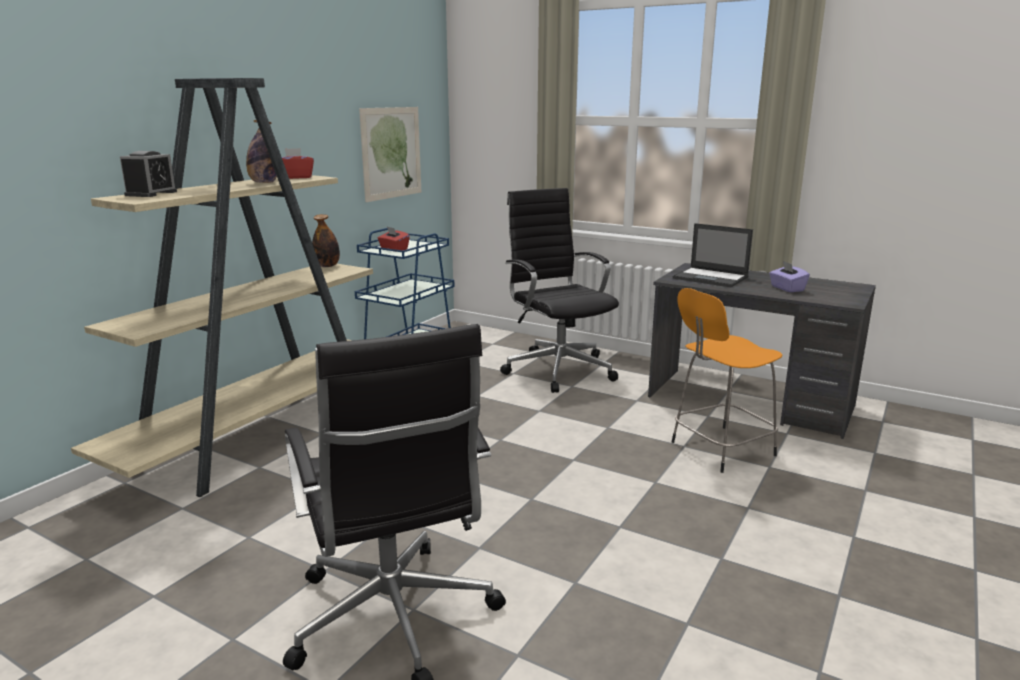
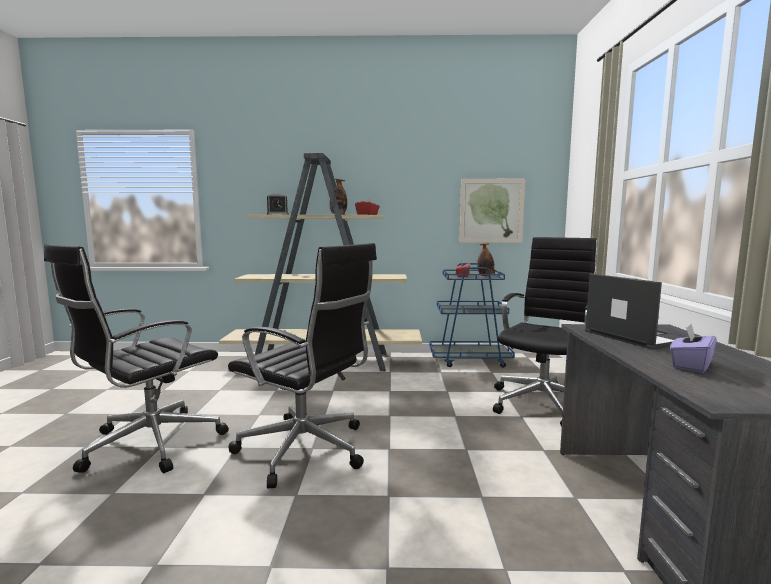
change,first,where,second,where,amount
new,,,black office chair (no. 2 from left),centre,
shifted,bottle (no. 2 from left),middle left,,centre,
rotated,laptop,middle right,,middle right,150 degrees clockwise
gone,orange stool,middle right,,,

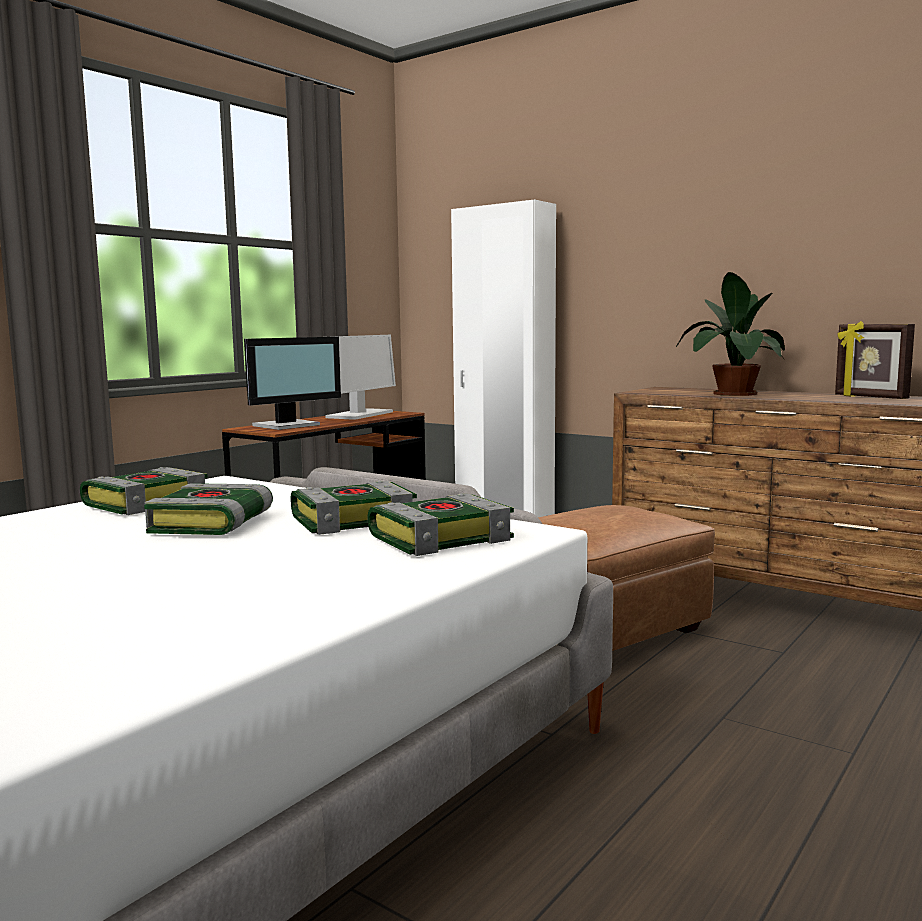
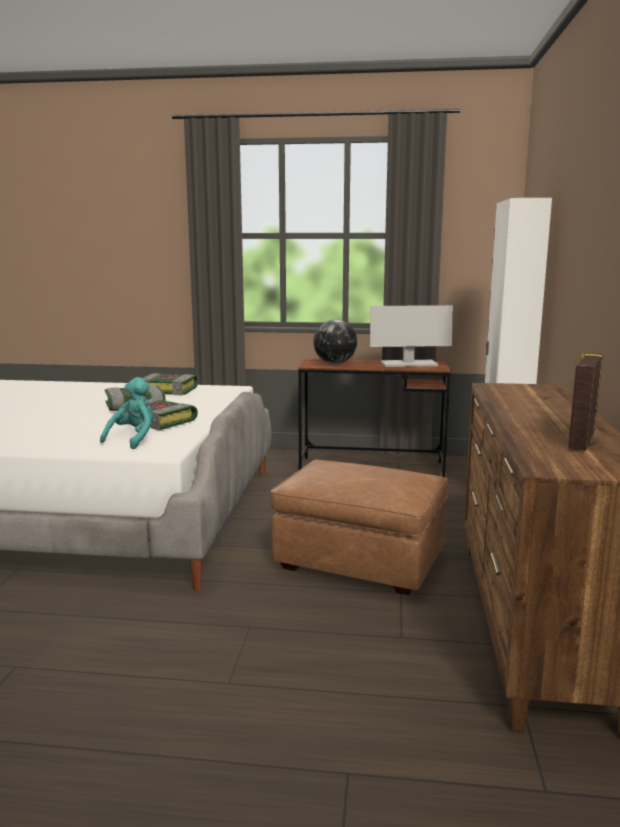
change,first,where,second,where,amount
swapped,book (no. 4 from left),centre,turquoise plush toy,middle left,
swapped,monitor (no. 1 from left),middle left,globe,centre,
gone,potted plant,middle right,,,

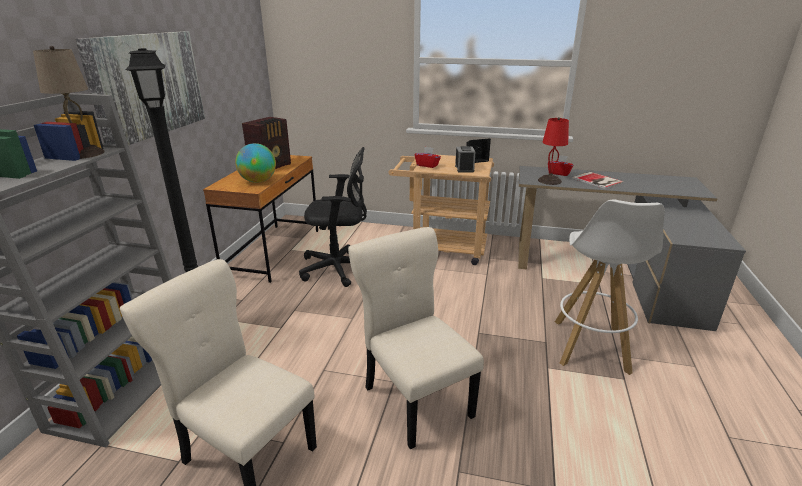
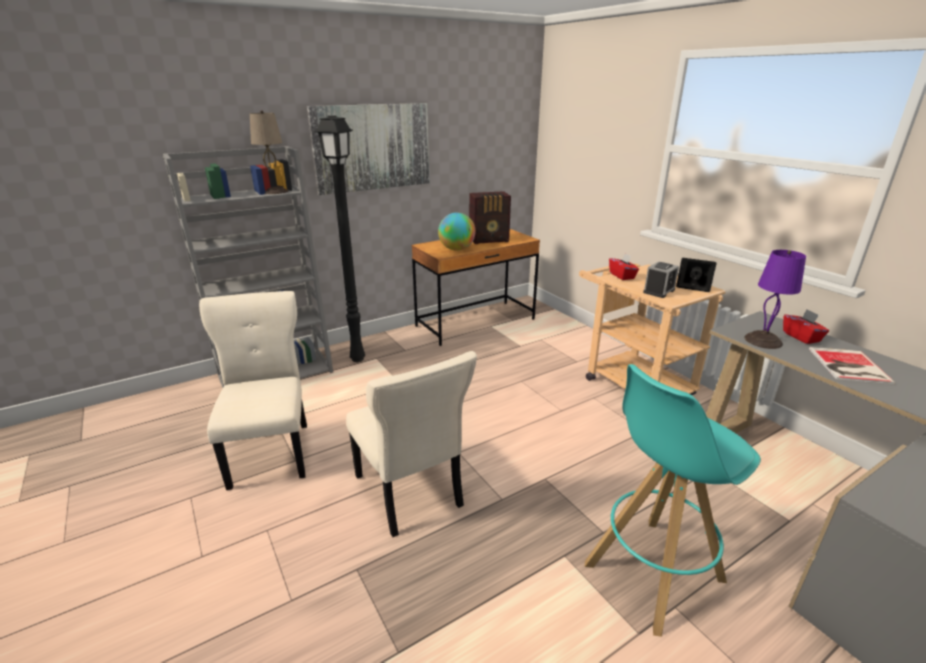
change,first,where,second,where,amount
rotated,beige chair (no. 2 from left),bottom centre,,bottom centre,135 degrees clockwise
repainted,white stool,middle right,turquoise stool,bottom right,
repainted,red table lamp,top right,purple table lamp,middle right,
gone,black office chair,centre,,,

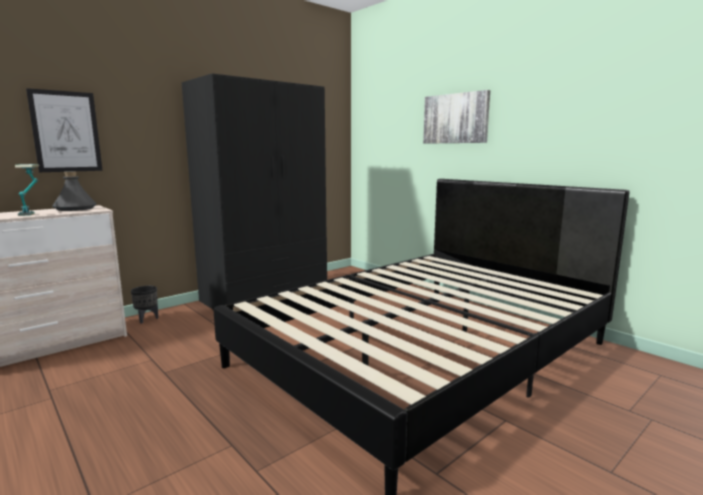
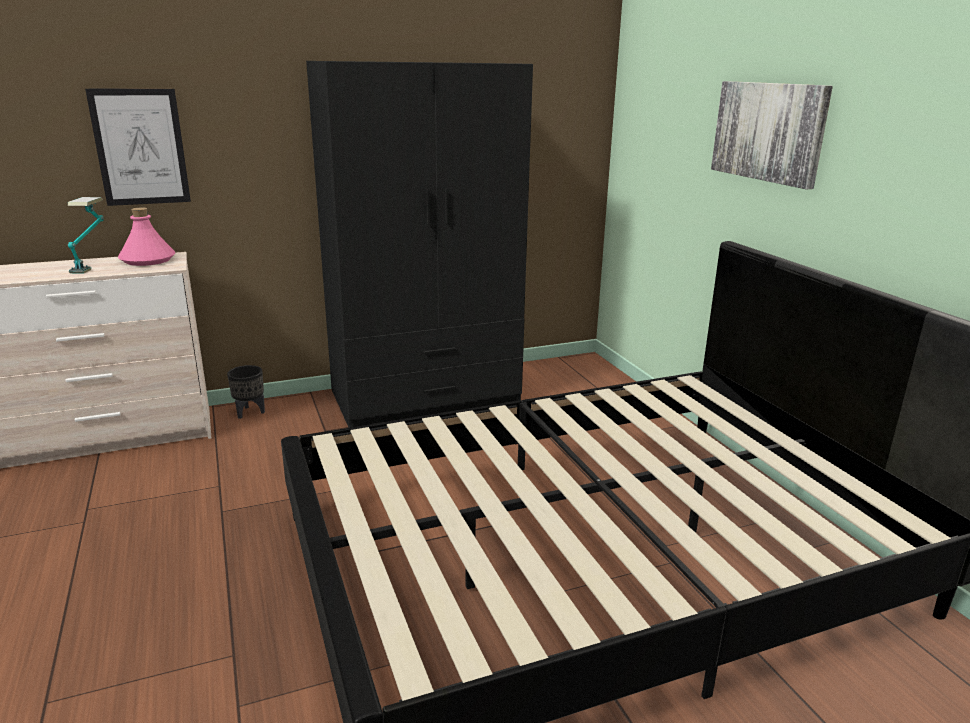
change,first,where,second,where,amount
repainted,grey bottle,middle left,pink bottle,top left,

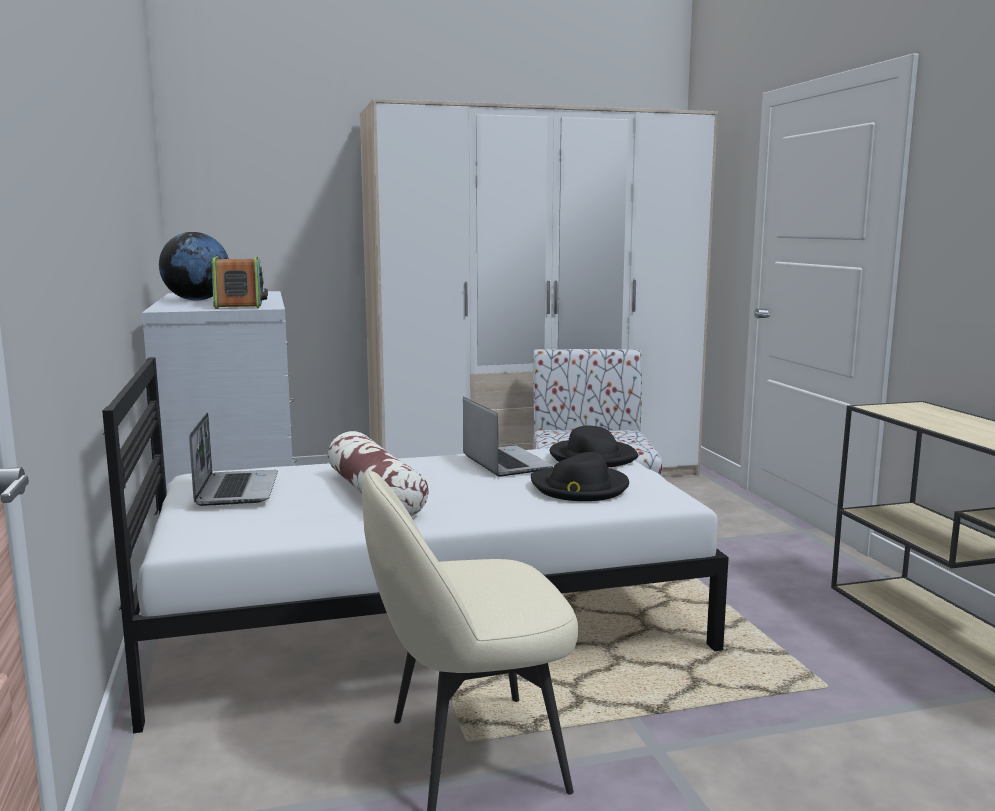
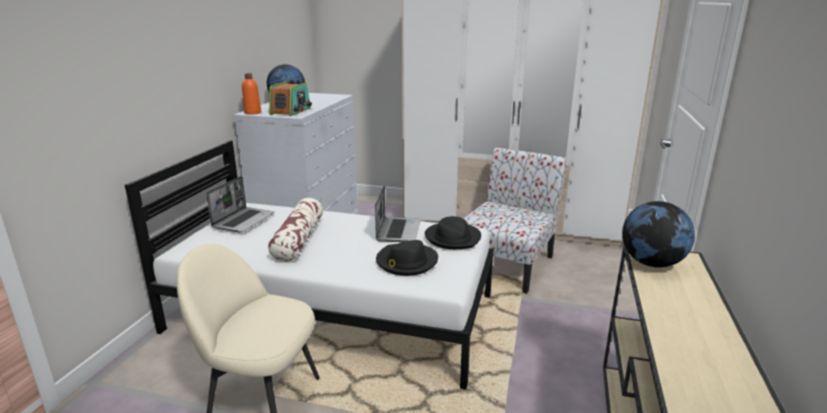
change,first,where,second,where,amount
new,,,orange bottle,top left,
new,,,globe (no. 2 from left),middle right,

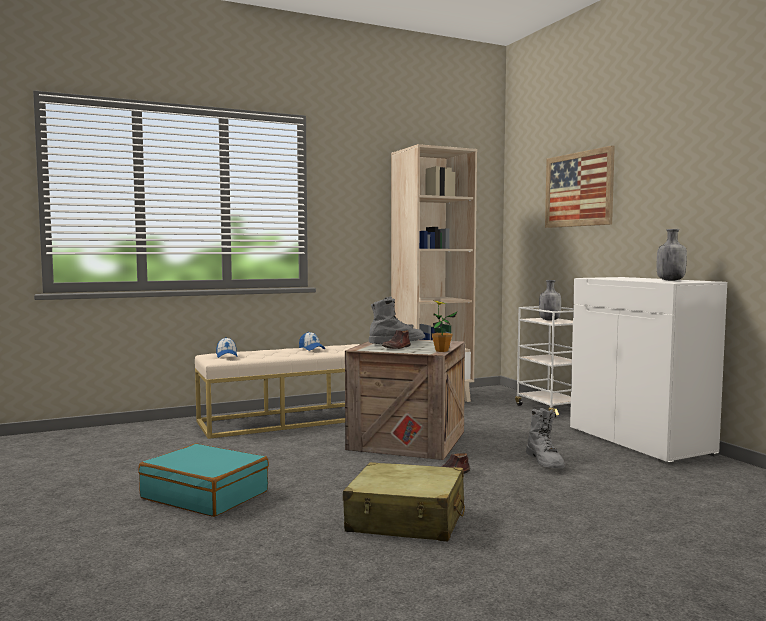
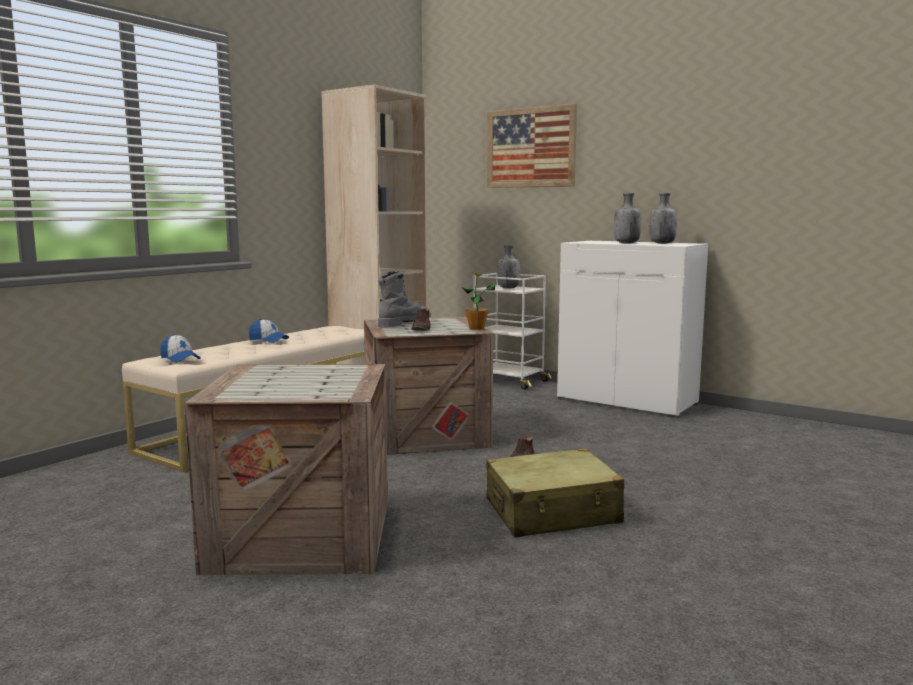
change,first,where,second,where,amount
swapped,turquoise suitcase,bottom left,crate (no. 1 from left),bottom left,
new,,,grey bottle (no. 2 from left),top right,
gone,grey boot (no. 2 from left),bottom right,,,

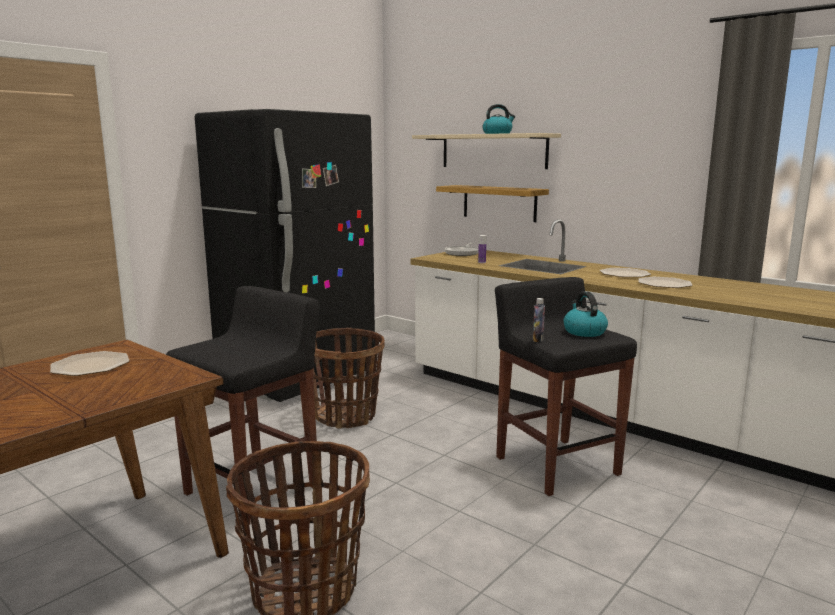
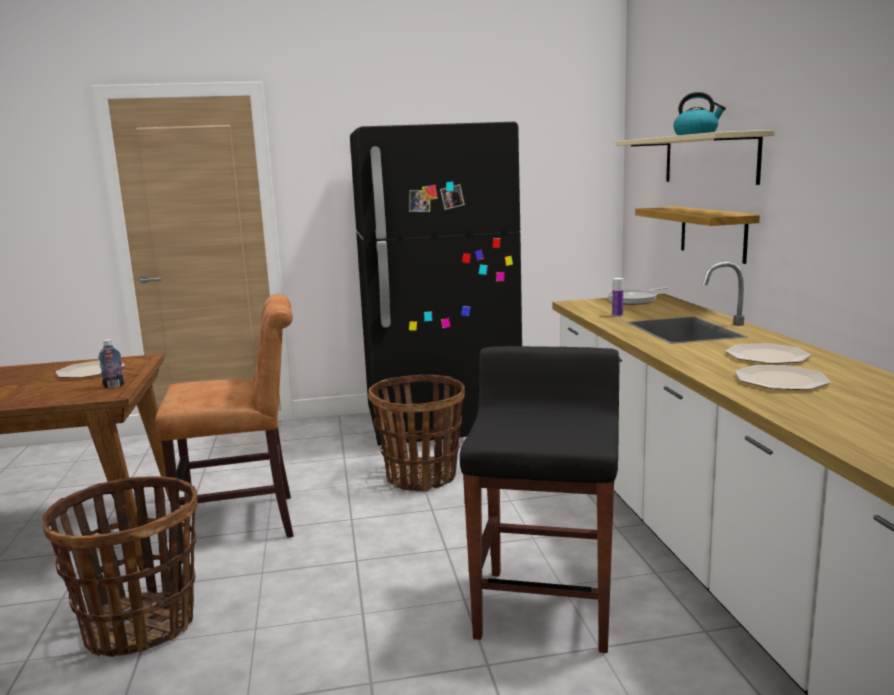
change,first,where,second,where,amount
shifted,bottle (no. 2 from left in the first image),centre,bottle (no. 1 from left),middle left,
swapped,black stool (no. 1 from left),middle left,brown chair,middle left,
gone,kettle (no. 2 from left),middle right,,,

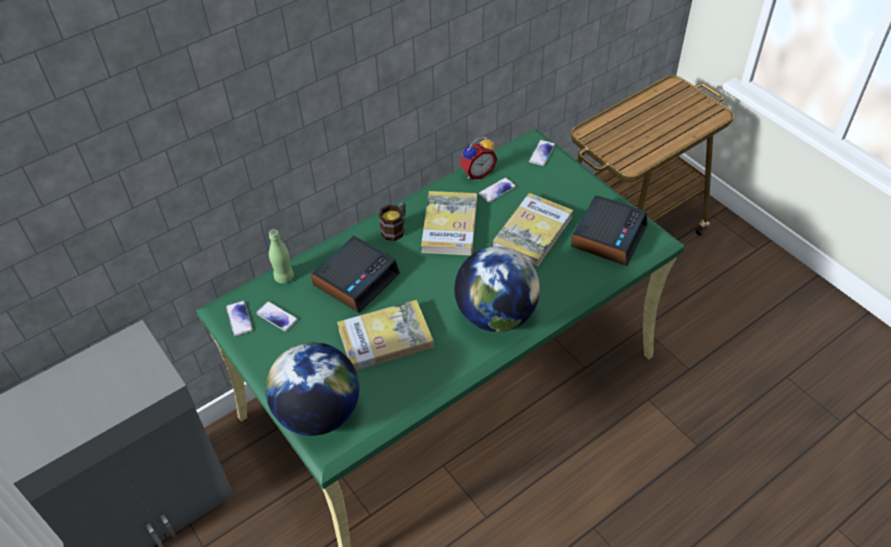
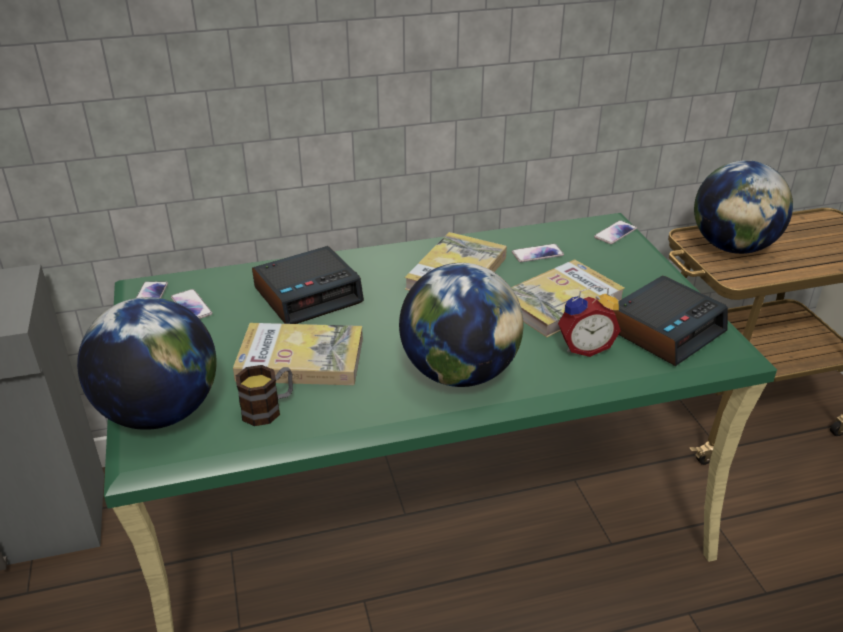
change,first,where,second,where,amount
shifted,mug,centre,,middle left,
shifted,alarm clock (no. 2 from left),top centre,,middle right,
new,,,globe (no. 3 from left),top right,
gone,green bottle,middle left,,,

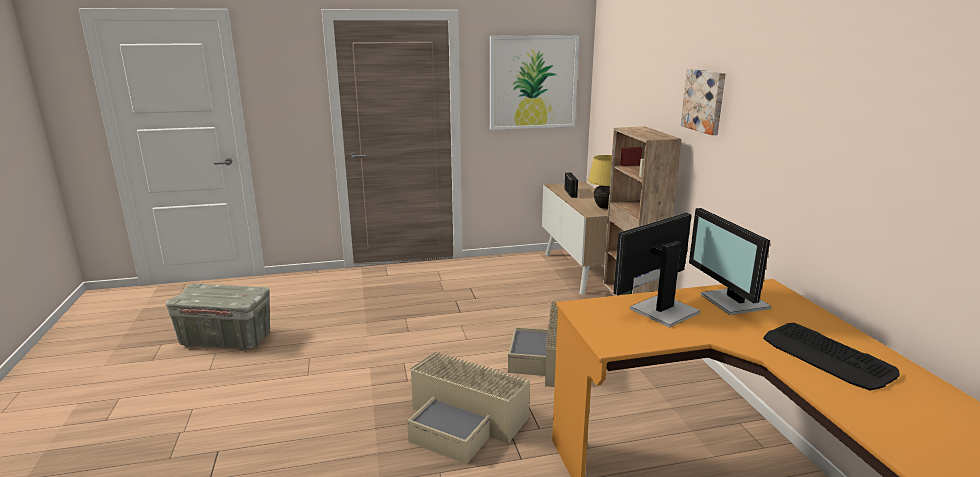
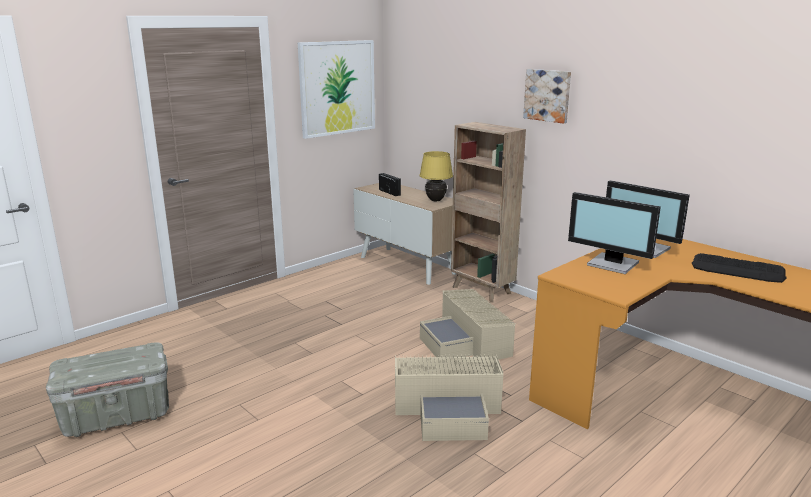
change,first,where,second,where,amount
rotated,monitor (no. 1 from left),middle right,,middle right,75 degrees counterclockwise

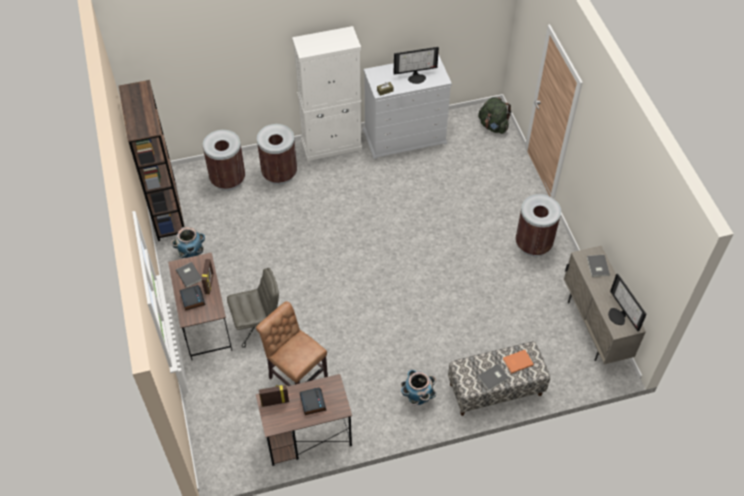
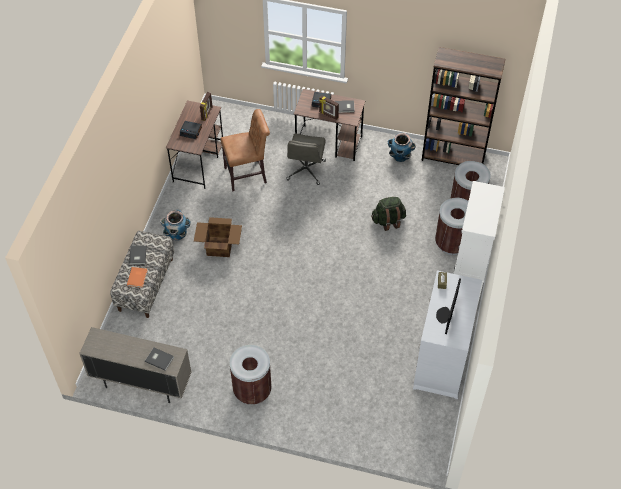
change,first,where,second,where,amount
new,,,cardboard box,centre,
shifted,green backpack,top centre,,centre,
gone,monitor (no. 2 from left),middle right,,,

